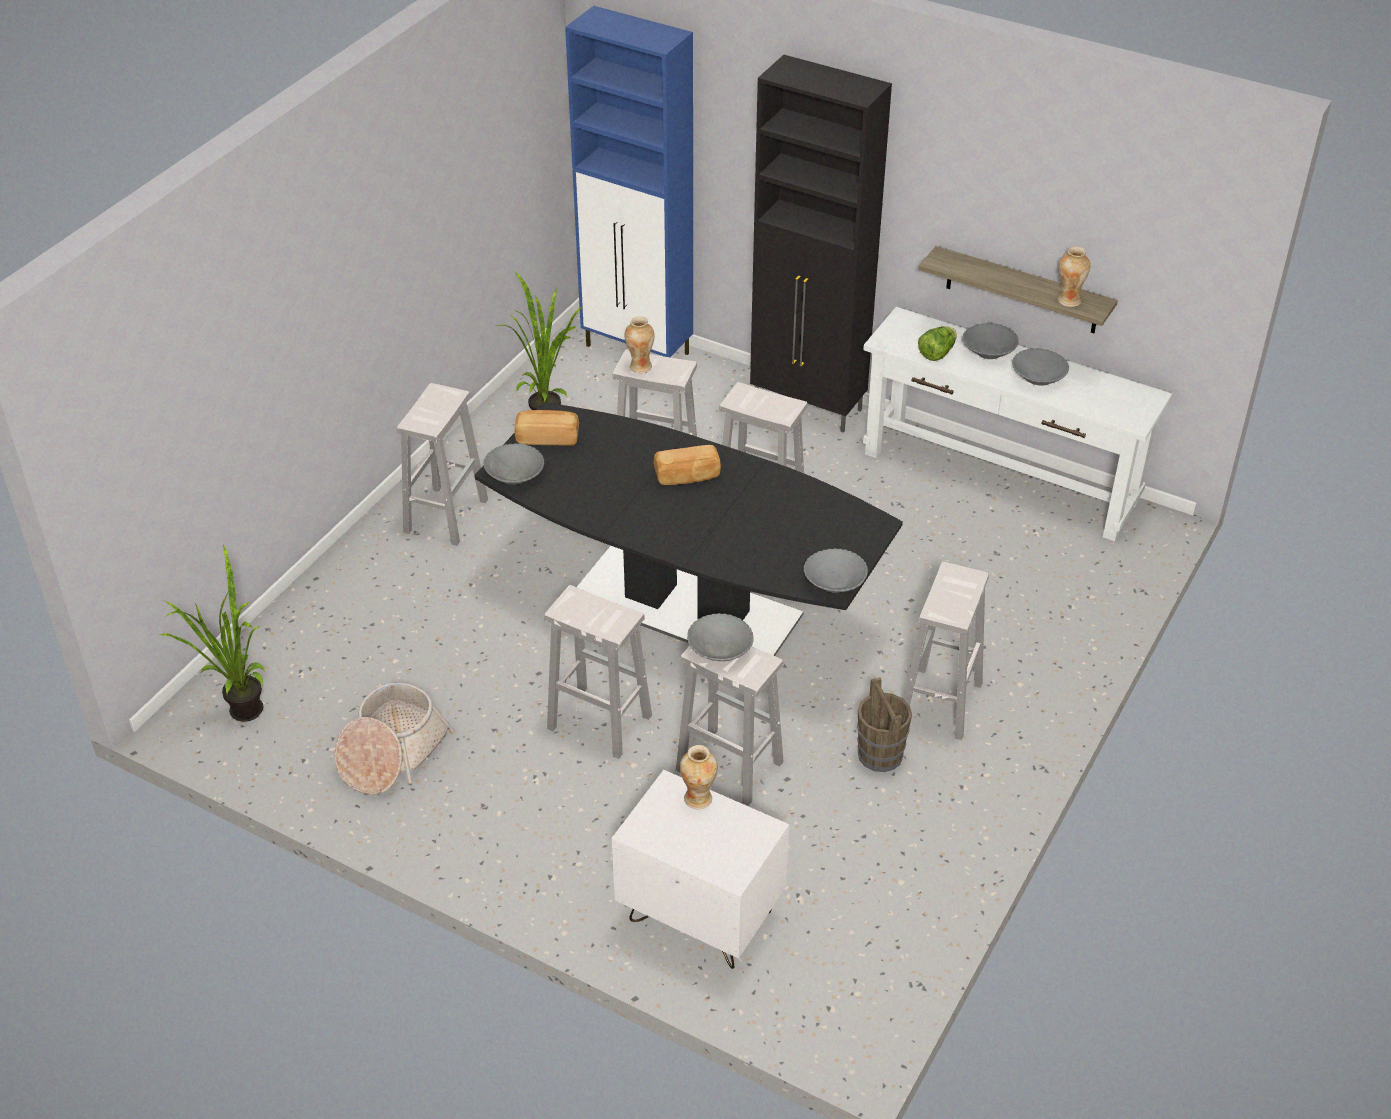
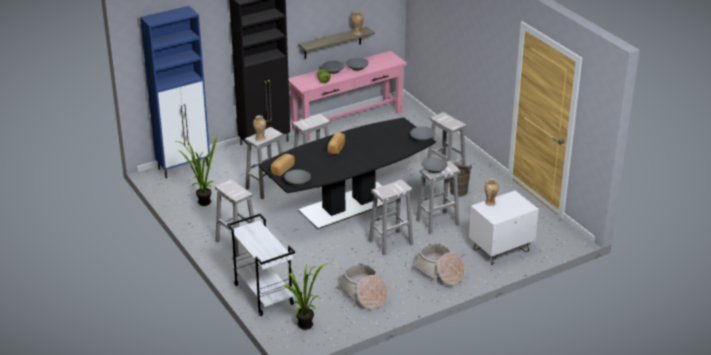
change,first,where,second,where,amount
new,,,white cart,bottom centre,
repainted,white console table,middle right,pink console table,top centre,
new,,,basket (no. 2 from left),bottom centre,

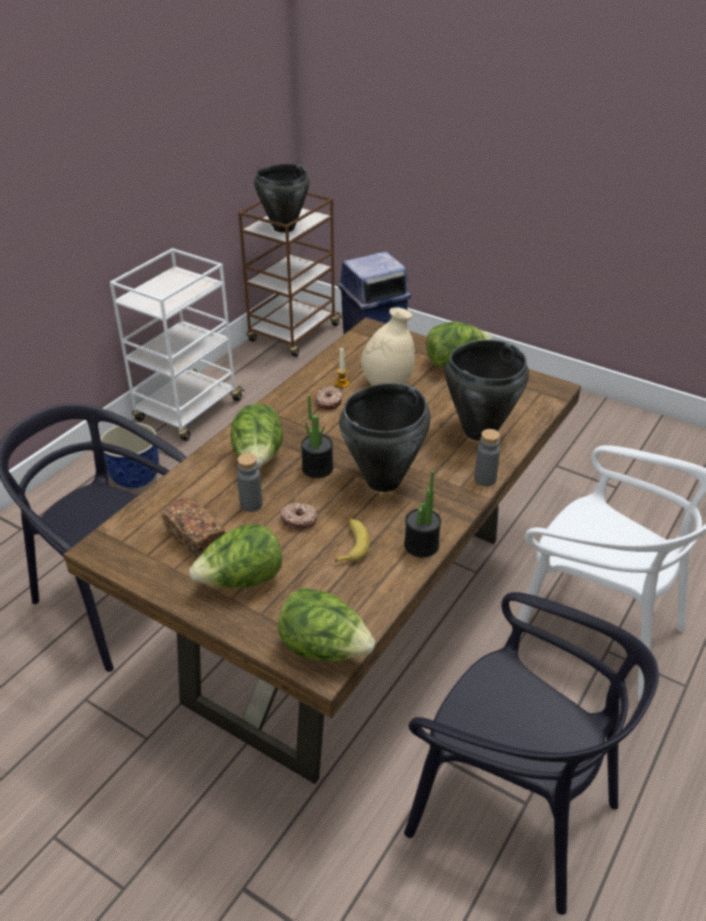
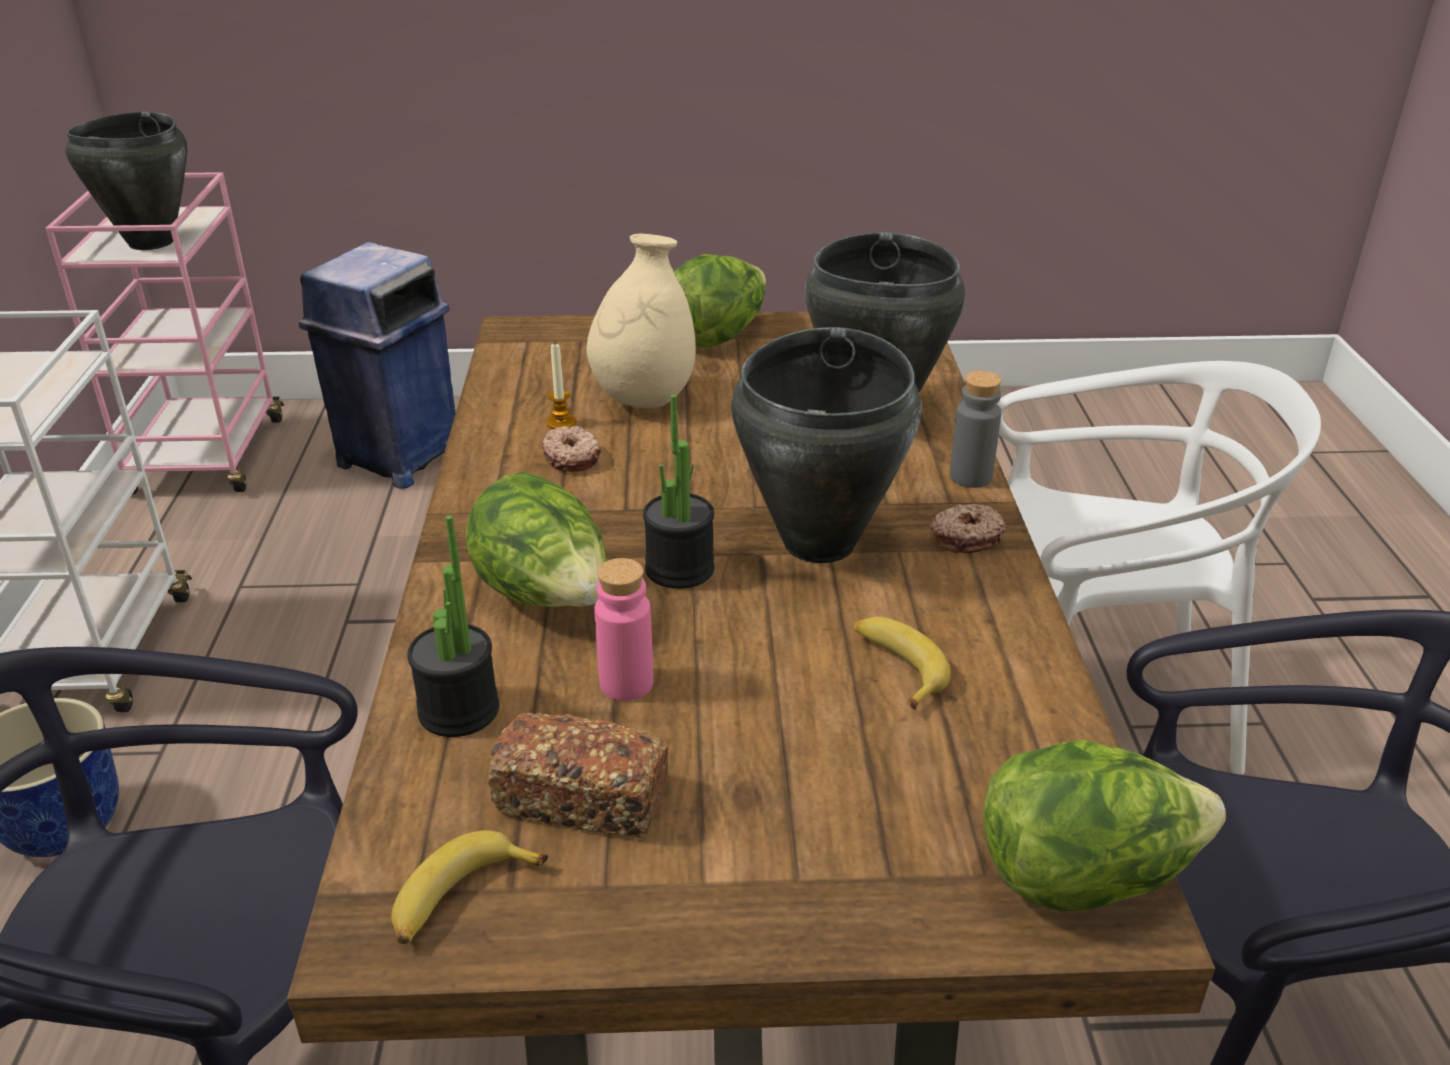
change,first,where,second,where,amount
repainted,brown cart,top centre,pink cart,top left,
new,,,banana (no. 1 from left),bottom left,
shifted,potted plant (no. 2 from left in the first image),centre,potted plant (no. 1 from left),middle left,
repainted,grey bottle (no. 1 from left),centre,pink bottle,centre,
shifted,donut (no. 1 from left in the first image),centre,donut (no. 2 from left),middle right,
gone,lettuce (no. 1 from left),middle left,,,

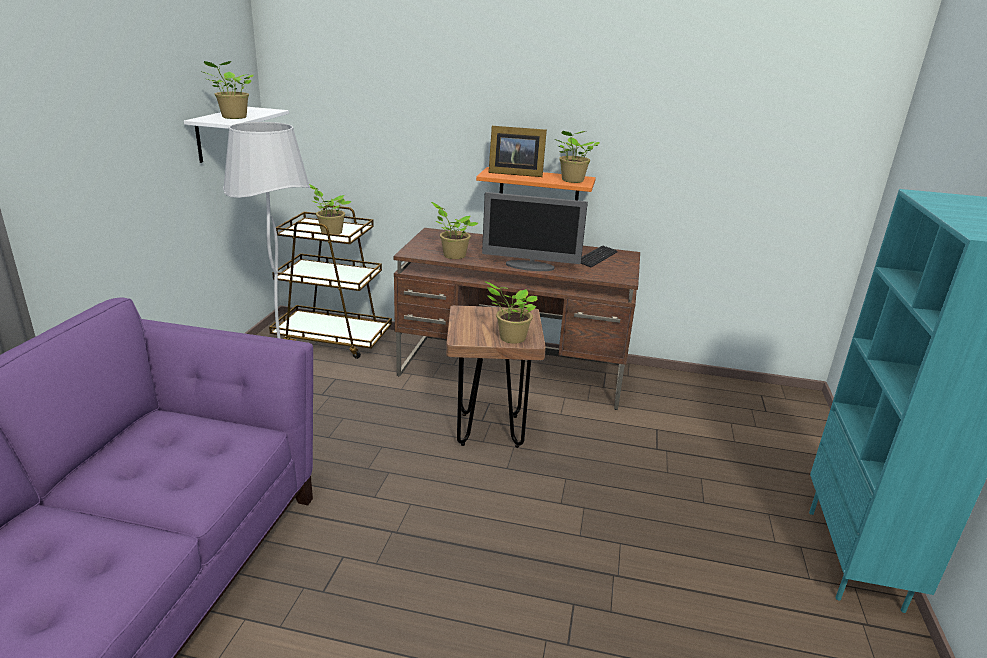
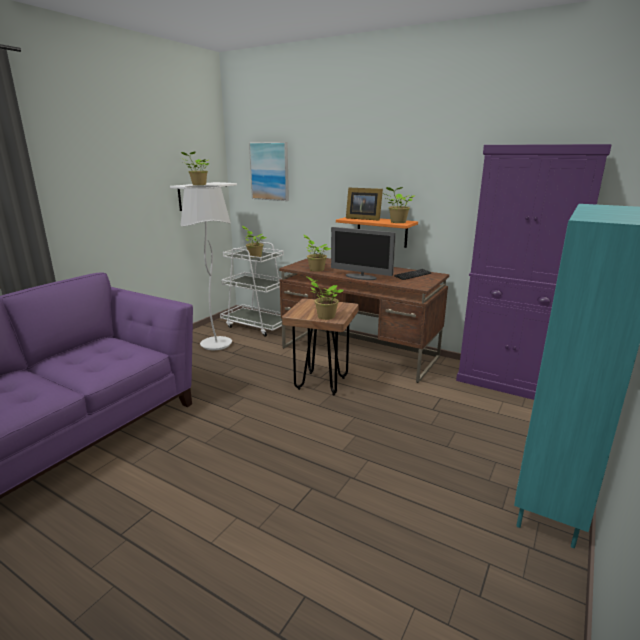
change,first,where,second,where,amount
repainted,brown cart,centre,white cart,centre,
new,,,picture,top centre,
new,,,purple cabinet,middle right,

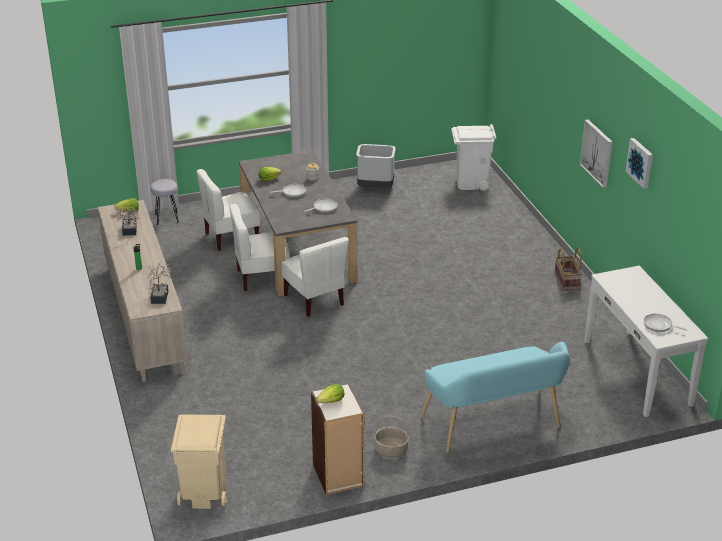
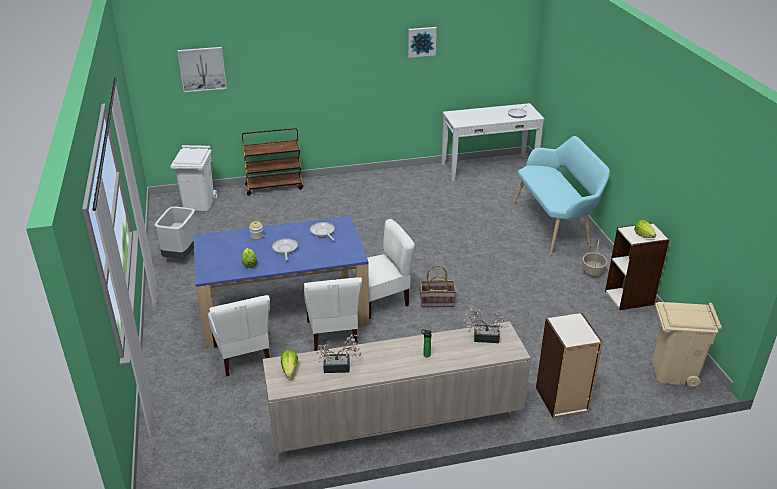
change,first,where,second,where,amount
shifted,picture (no. 1 from left),top right,,top left,
repainted,grey dining table,centre,blue dining table,centre,
new,,,brown cart,top centre,
shifted,basket (no. 2 from left in the first image),middle right,basket (no. 1 from left),centre,
new,,,bookcase (no. 1 from left),bottom right,
gone,grey stool,middle left,,,

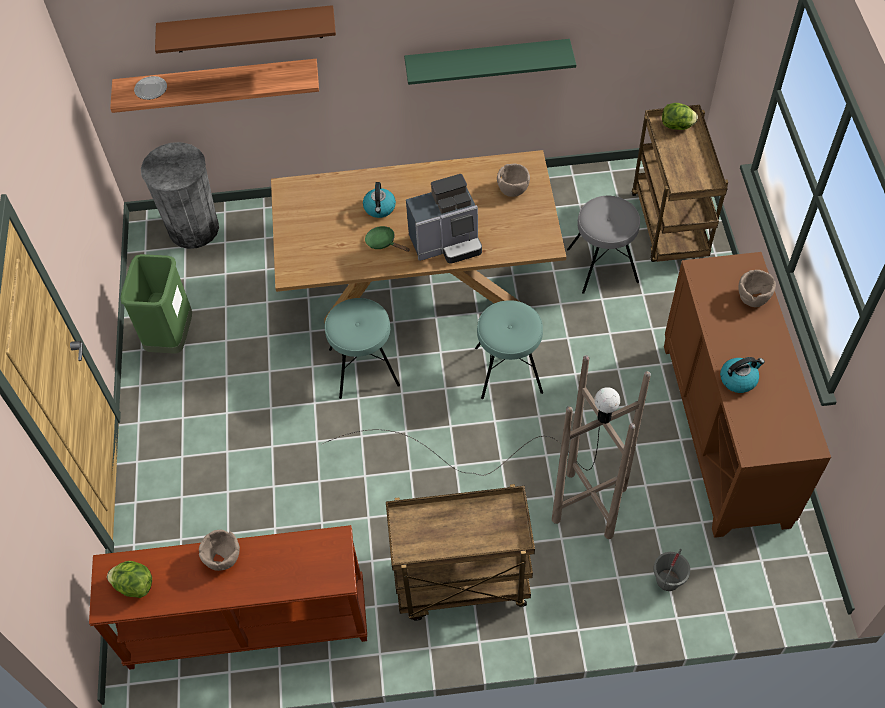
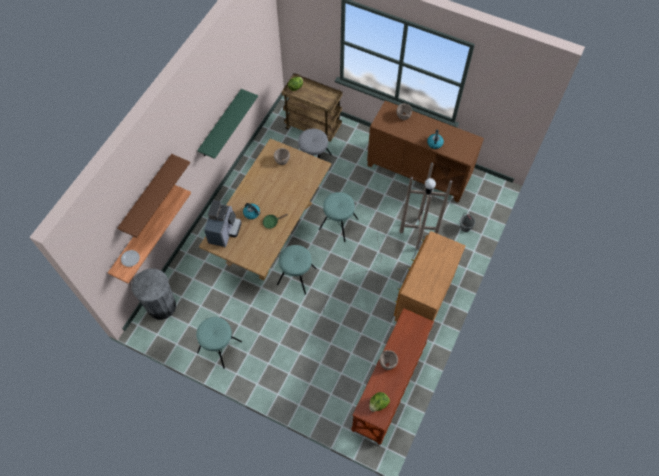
change,first,where,second,where,amount
swapped,green trash can,middle left,turquoise stool (no. 1 from left),bottom left,
shifted,coffee machine,top centre,,centre,
swapped,brown cart (no. 1 from left),bottom centre,brown dresser,centre,

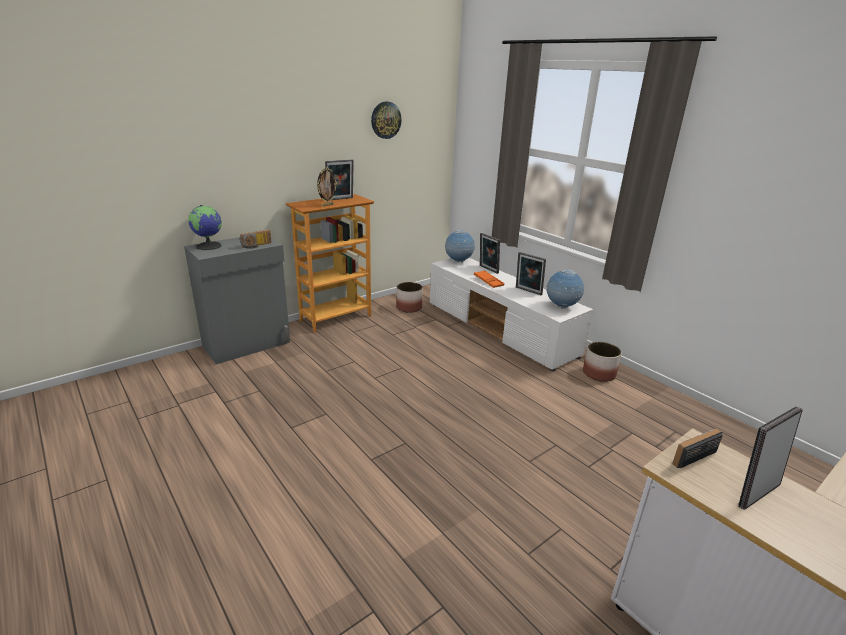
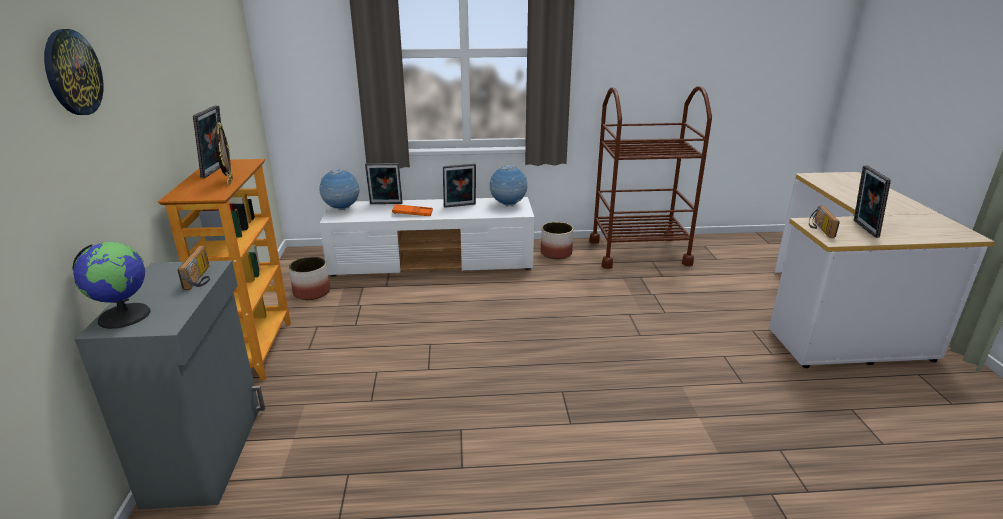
change,first,where,second,where,amount
shifted,wall clock,top centre,,top left,
new,,,brown cart,centre,

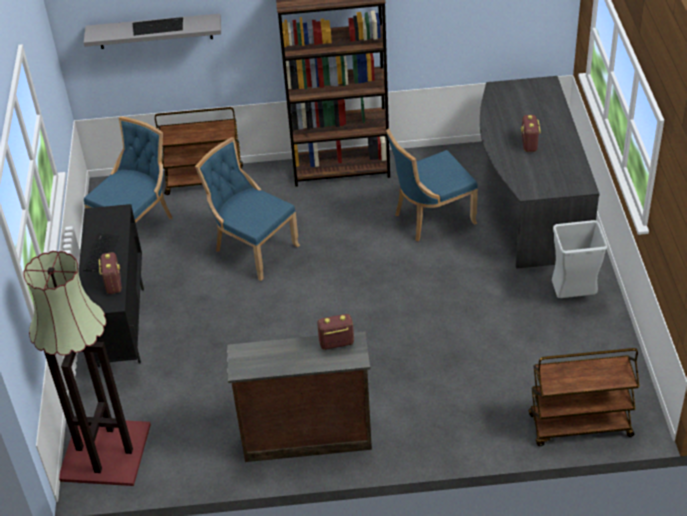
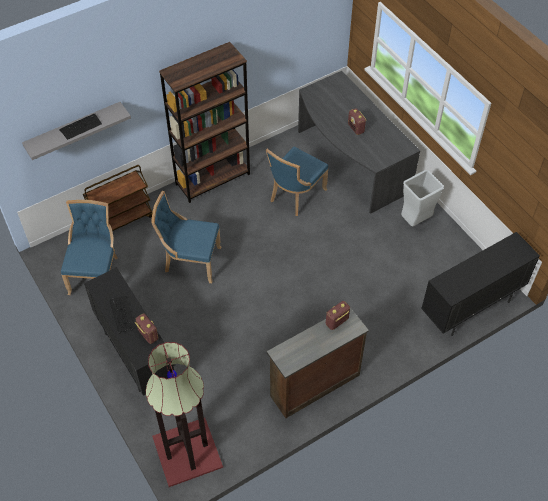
change,first,where,second,where,amount
swapped,brown cart (no. 2 from left),bottom right,black cabinet (no. 2 from left),middle right,

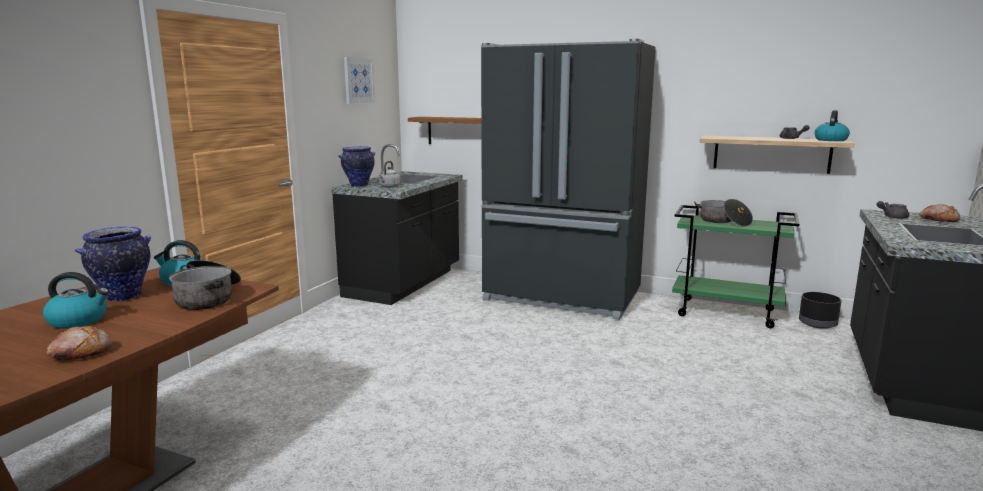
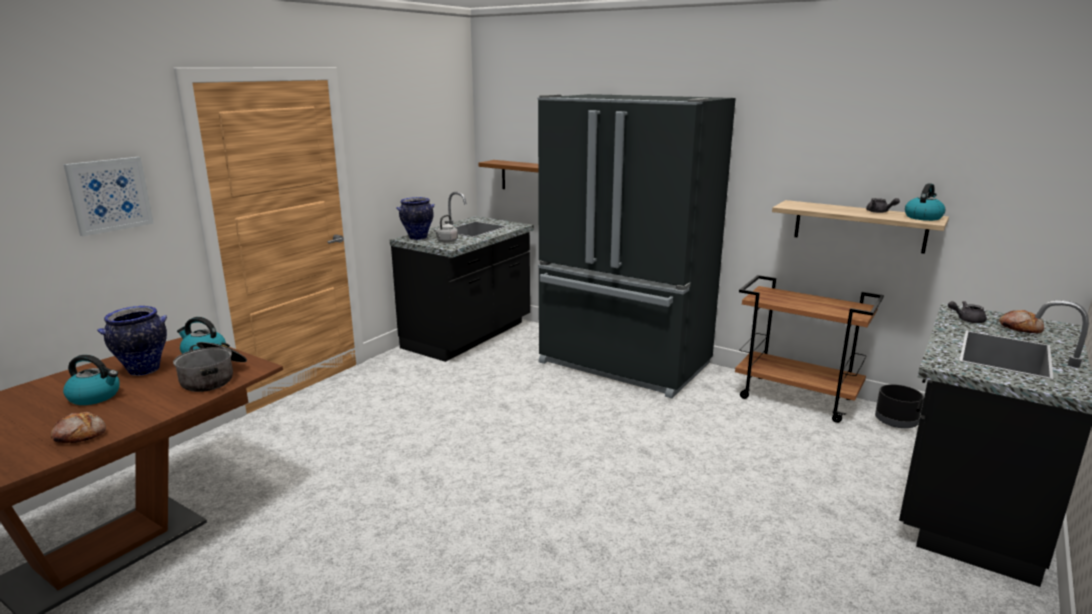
change,first,where,second,where,amount
shifted,picture,top centre,,top left,
repainted,green cart,middle right,brown cart,middle right,
gone,cooking pot (no. 2 from left),middle right,,,

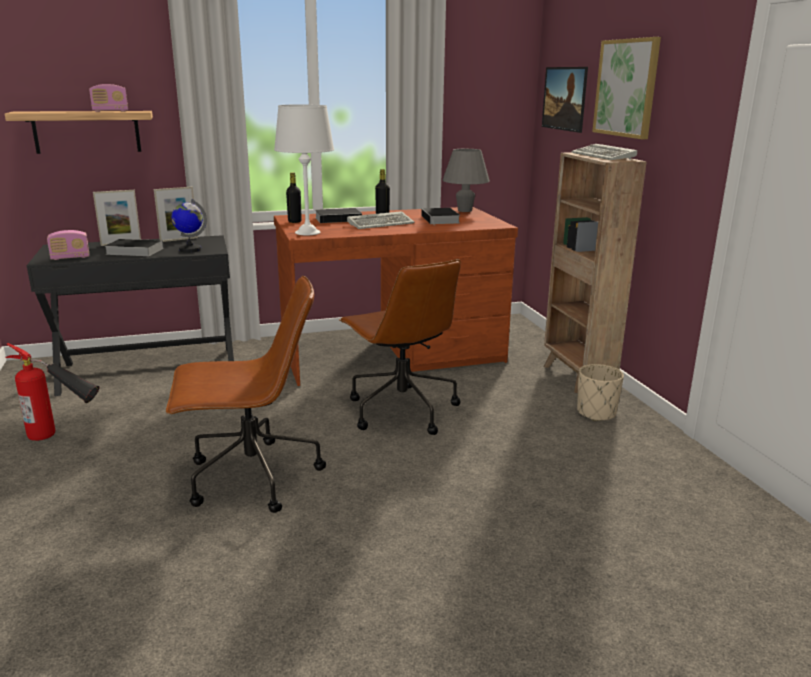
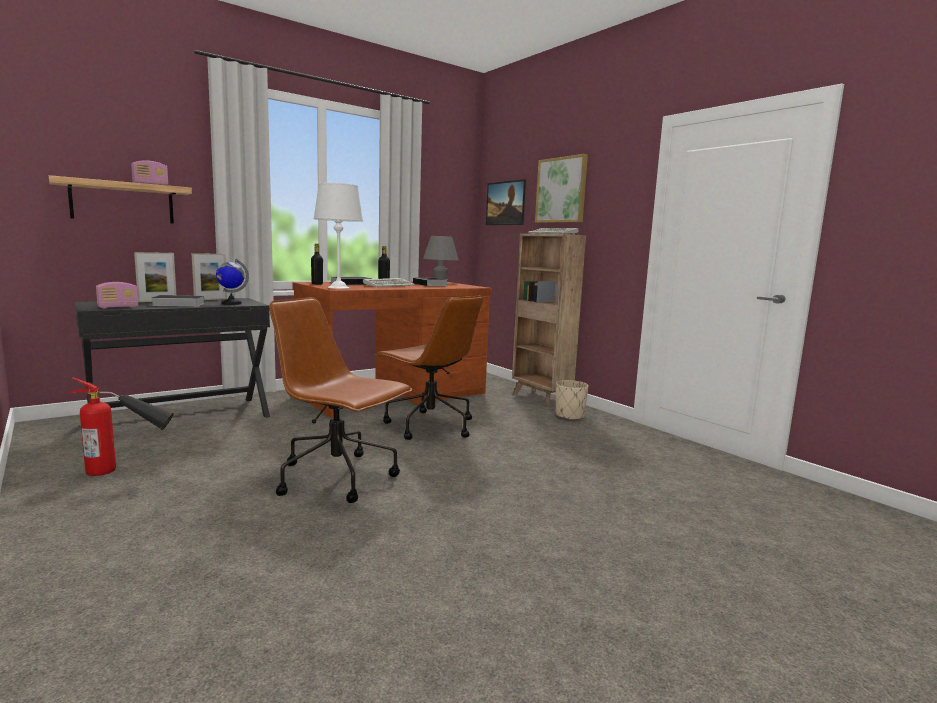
change,first,where,second,where,amount
rotated,brown office chair (no. 1 from left),middle left,,centre,120 degrees counterclockwise

